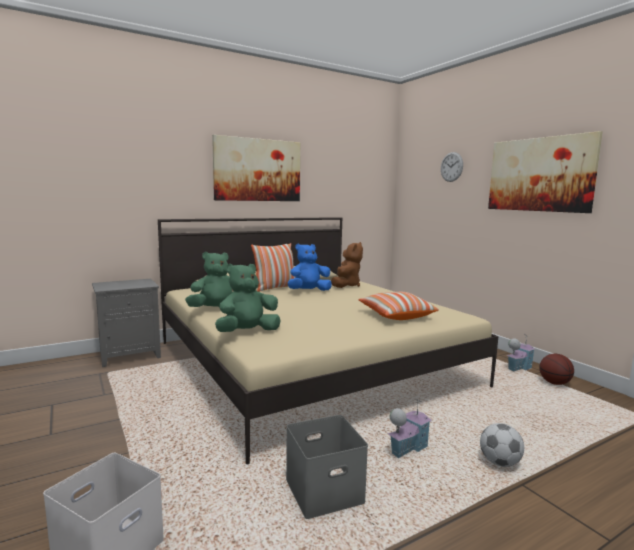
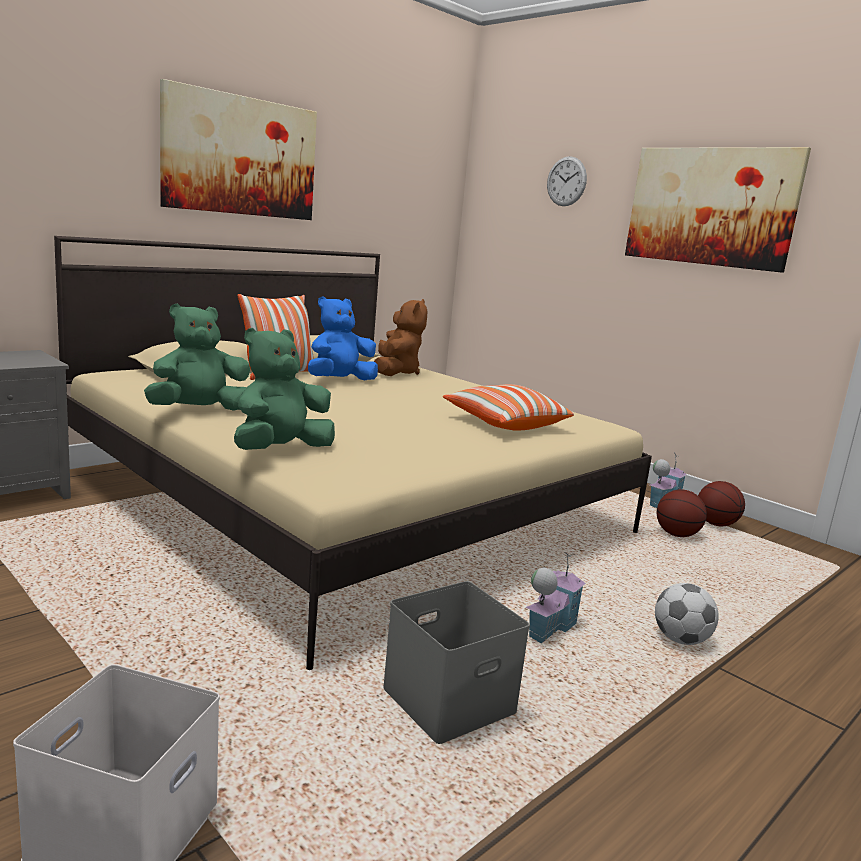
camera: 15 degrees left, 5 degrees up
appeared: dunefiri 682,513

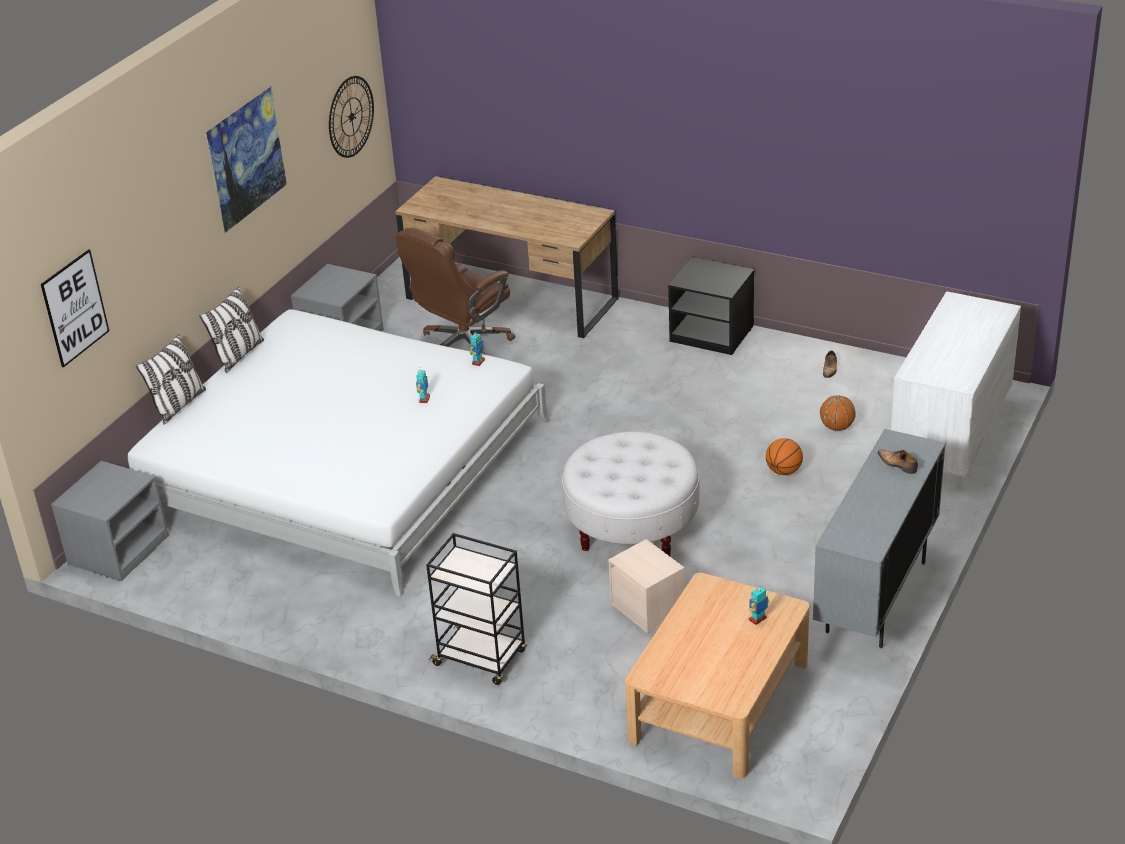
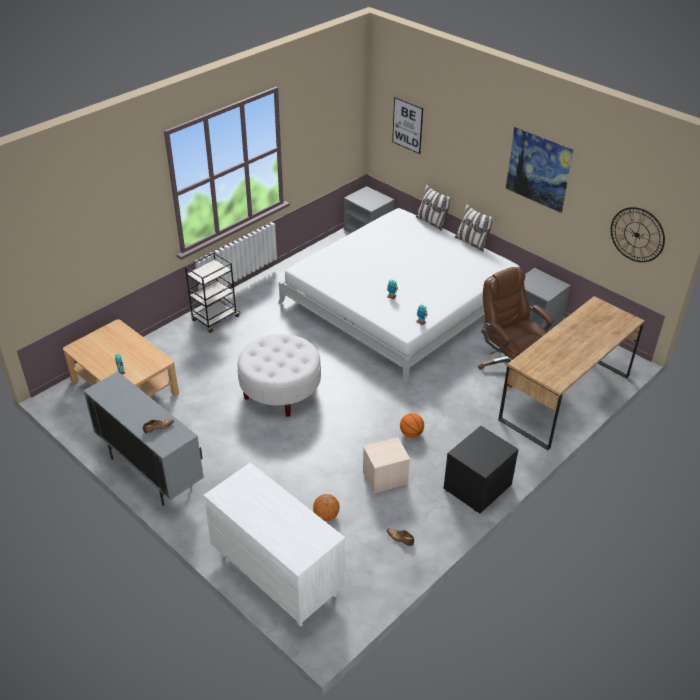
camera: 105 degrees right, 5 degrees up
relocated: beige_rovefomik 646,586 to 386,465; dunefiri 784,456 to 412,425

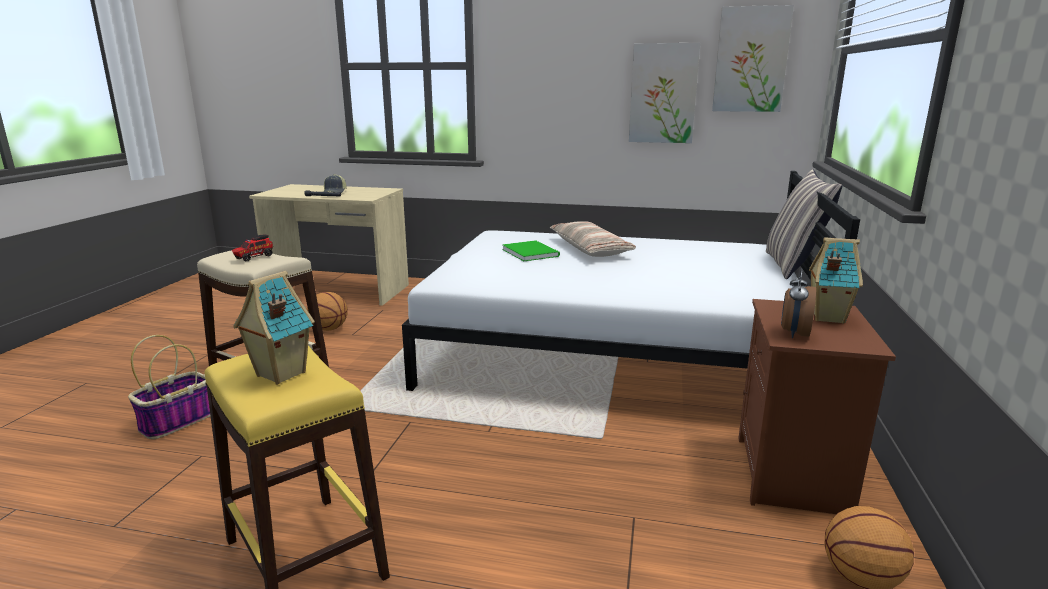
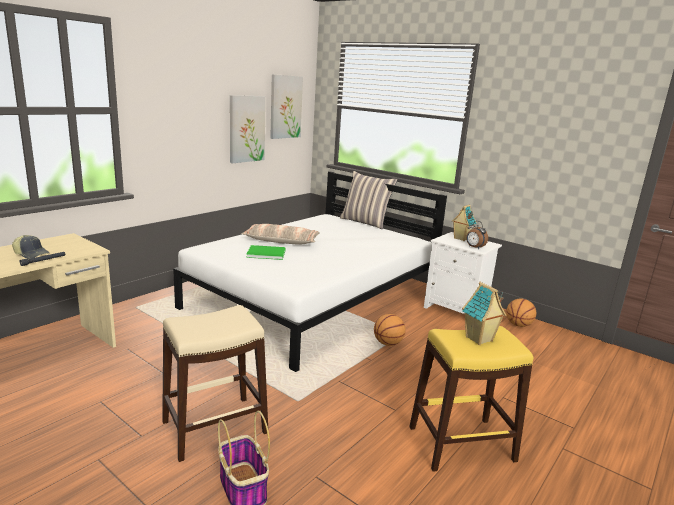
camera: 65 degrees left, 0 degrees up
missing: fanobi 252,248
relocated: dunefiri 327,311 to 390,330
colour: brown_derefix 817,406 to white_derefix 463,273

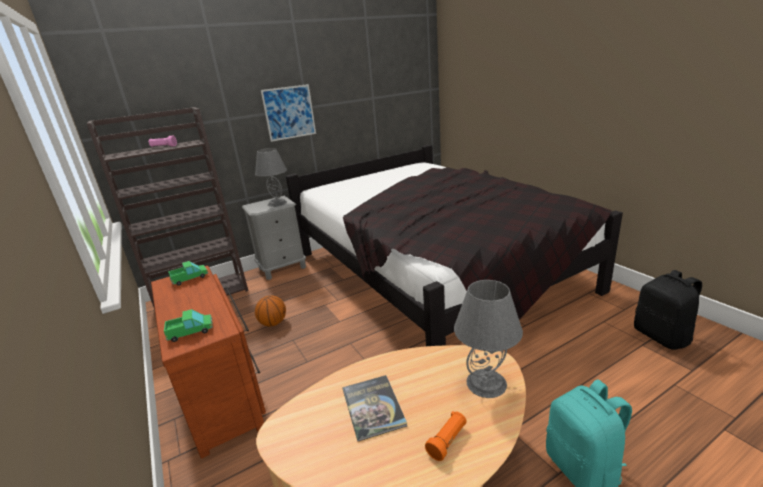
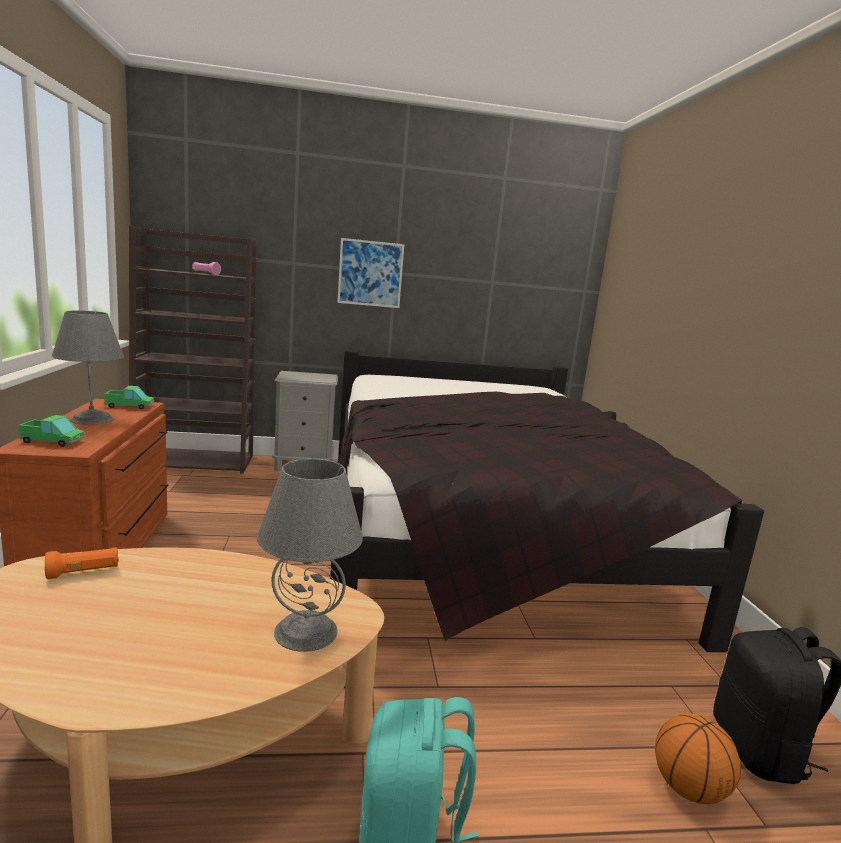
camera: 20 degrees right, 10 degrees down
missing: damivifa 374,408
relocated: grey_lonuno 271,177 to 88,367; dunefiri 270,311 to 698,759; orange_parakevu 446,436 to 82,563

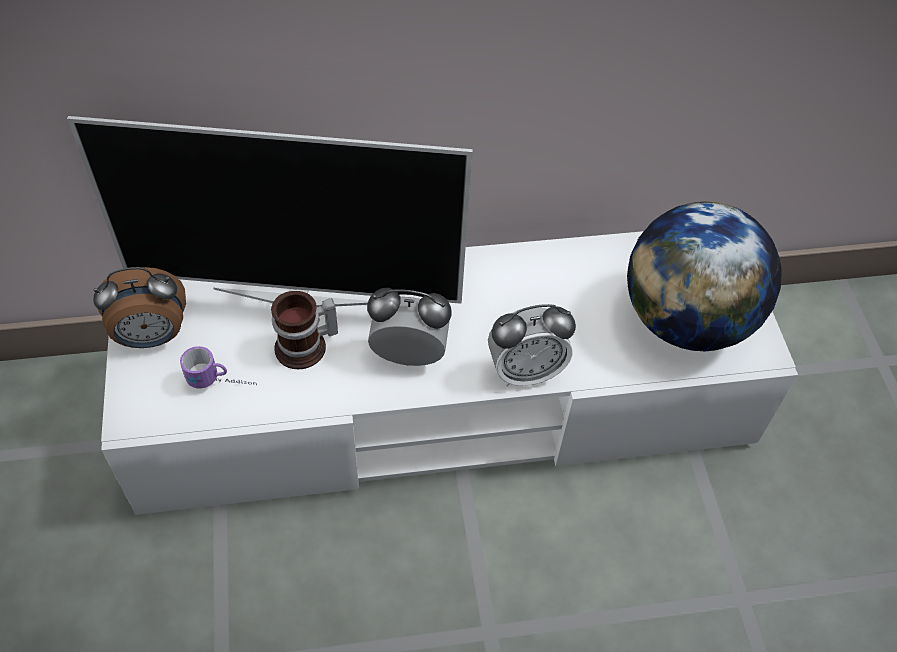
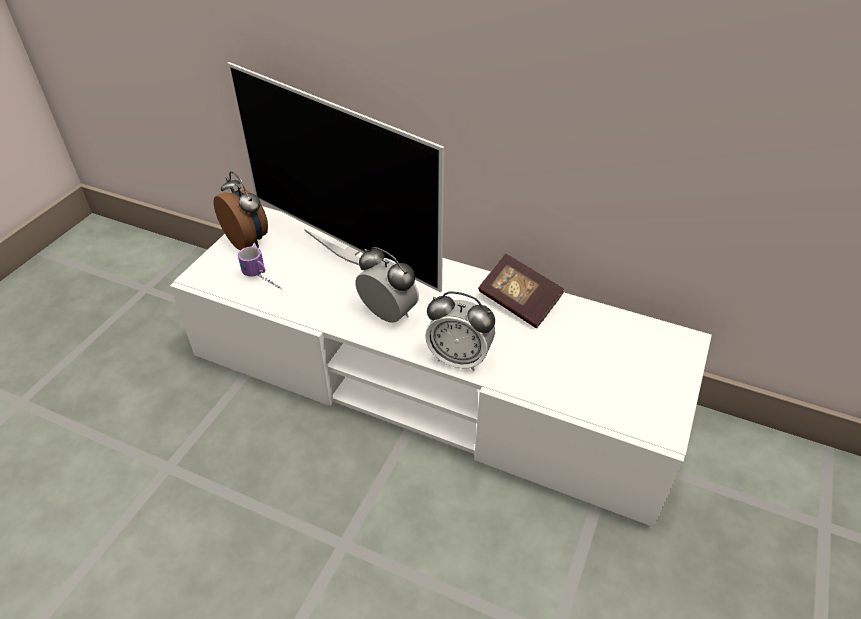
camera: 35 degrees right, 10 degrees down
missing: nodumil 304,330; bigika 704,276
appeared: damivifa 521,291
spun: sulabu 139,307 = 241,210 150 degrees counterclockwise

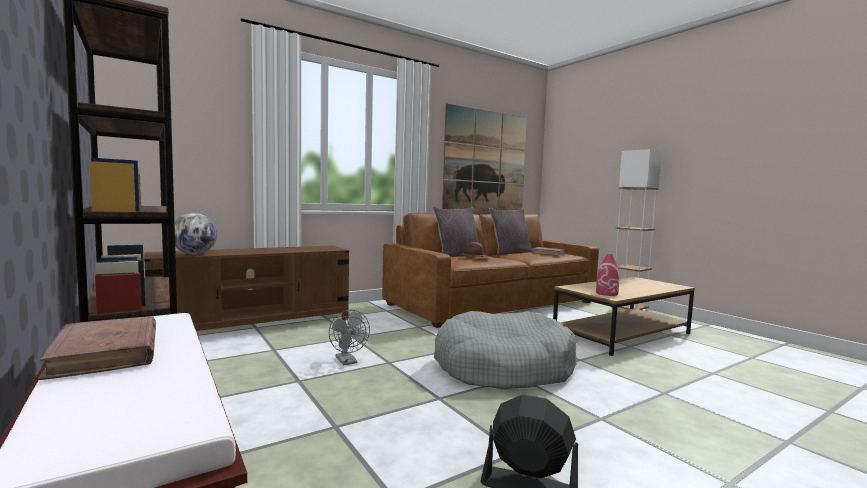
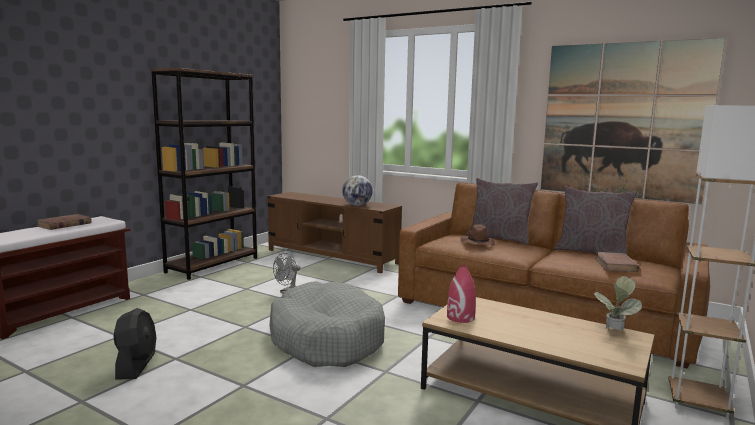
camera: 65 degrees right, 5 degrees up
appeared: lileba 617,303
relocated: bigika 196,234 to 357,190

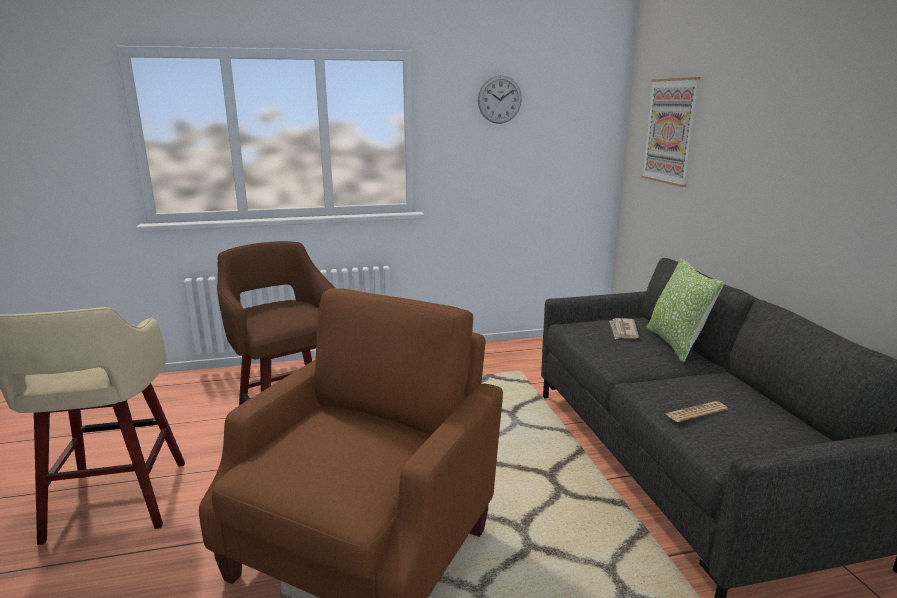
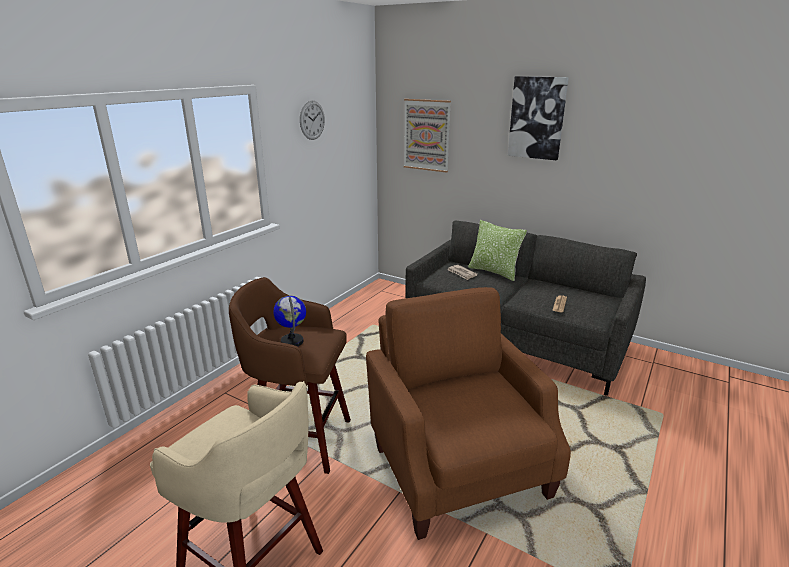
camera: 45 degrees left, 5 degrees up
appeared: bigika 289,321; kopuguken 538,118

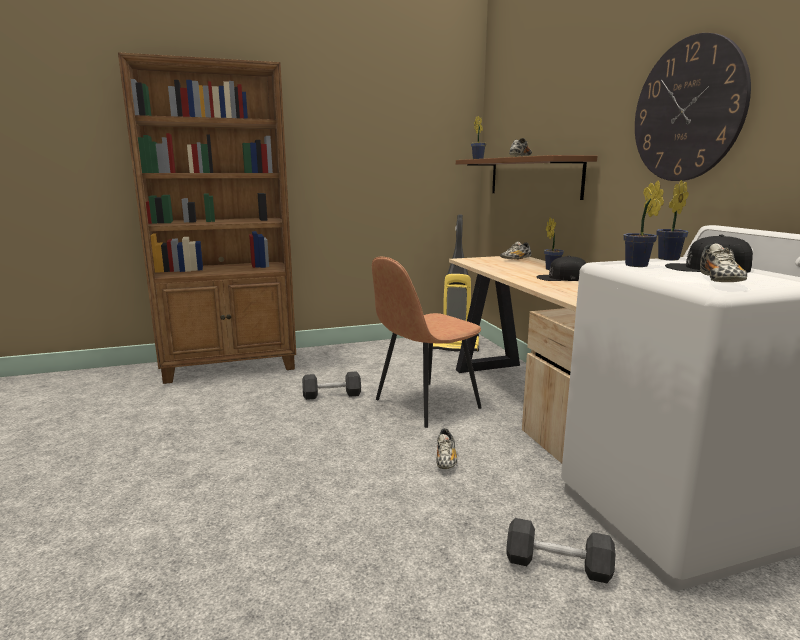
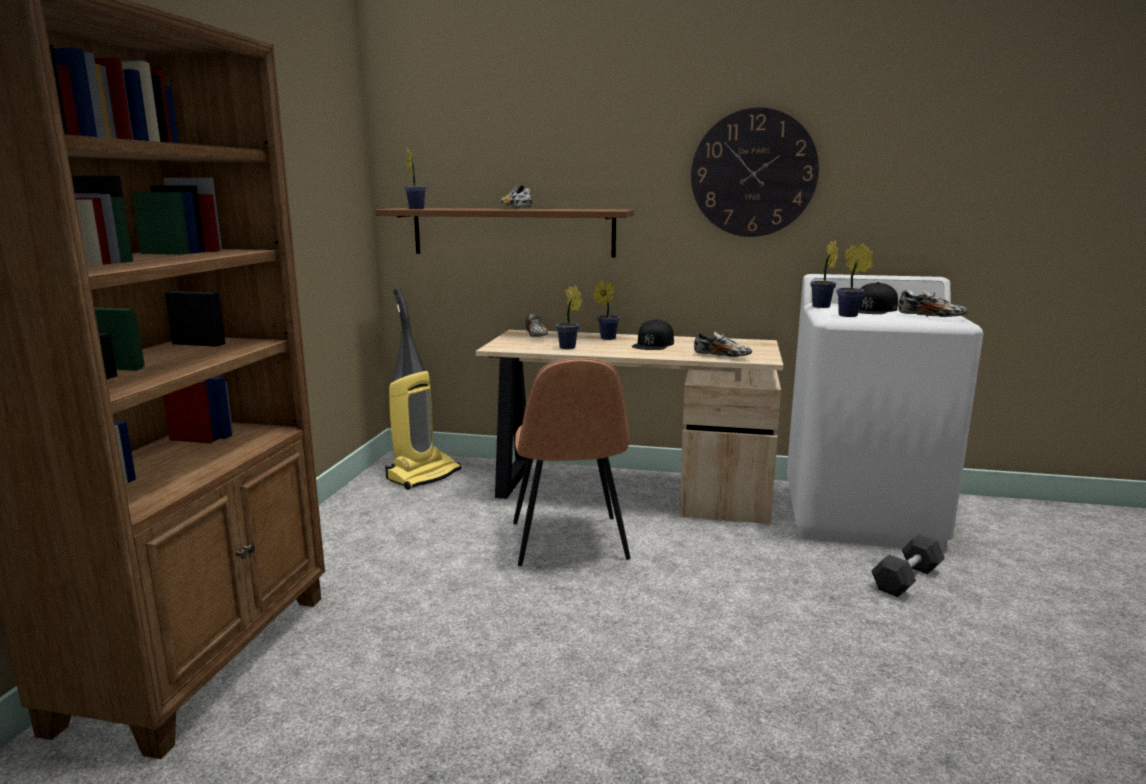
camera: 60 degrees left, 0 degrees up
missing: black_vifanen 331,385
appeared: lileba 569,317
relocated: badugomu 446,448 to 723,344

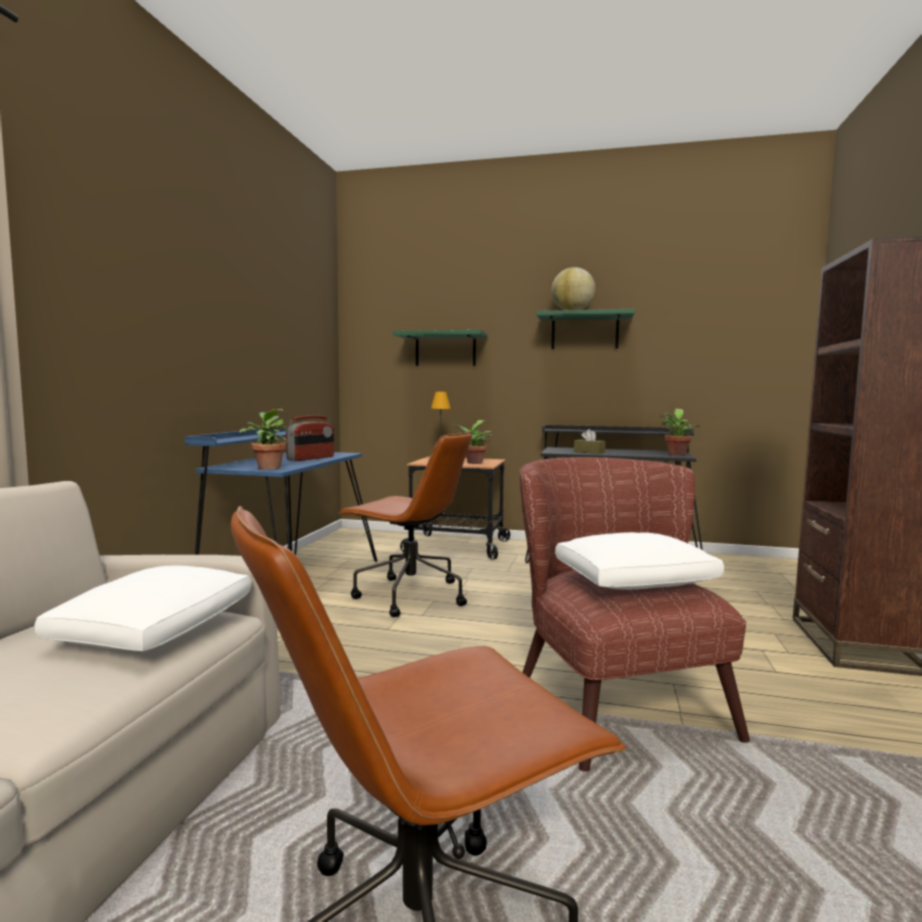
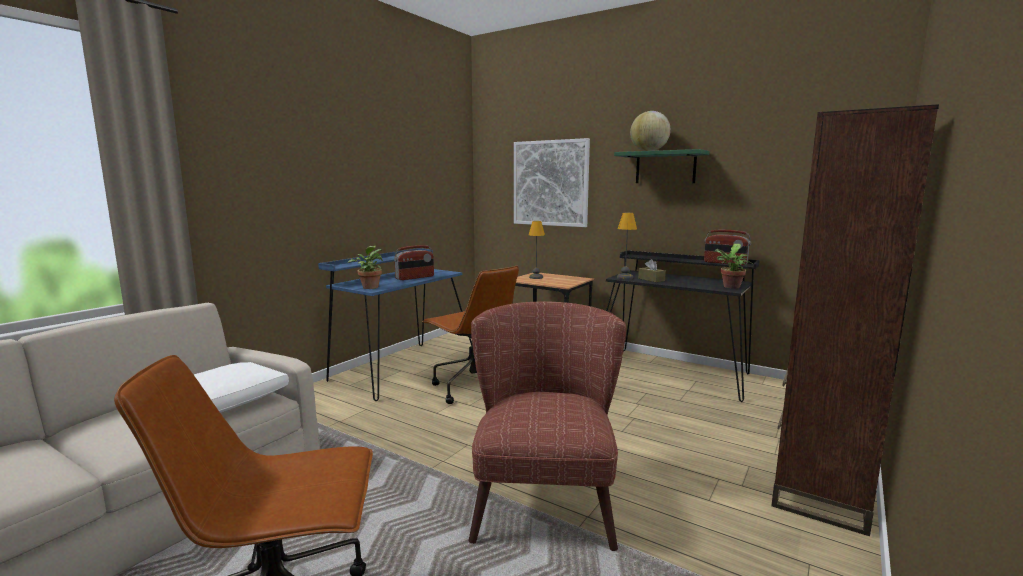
camera: 20 degrees right, 5 degrees up
missing: lileba 472,442; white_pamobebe 639,561
appeared: lonuno 627,246; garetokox 727,247
exchanged: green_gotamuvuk 440,348 to kopuguken 552,182

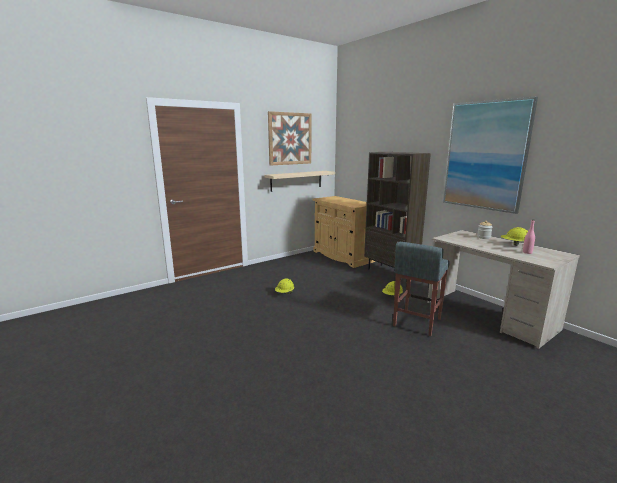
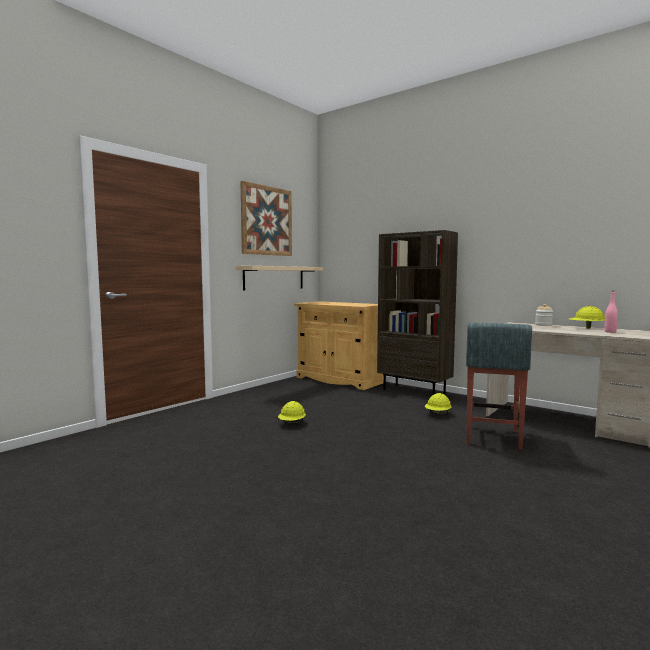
camera: 15 degrees left, 10 degrees down
missing: kopuguken 490,155

